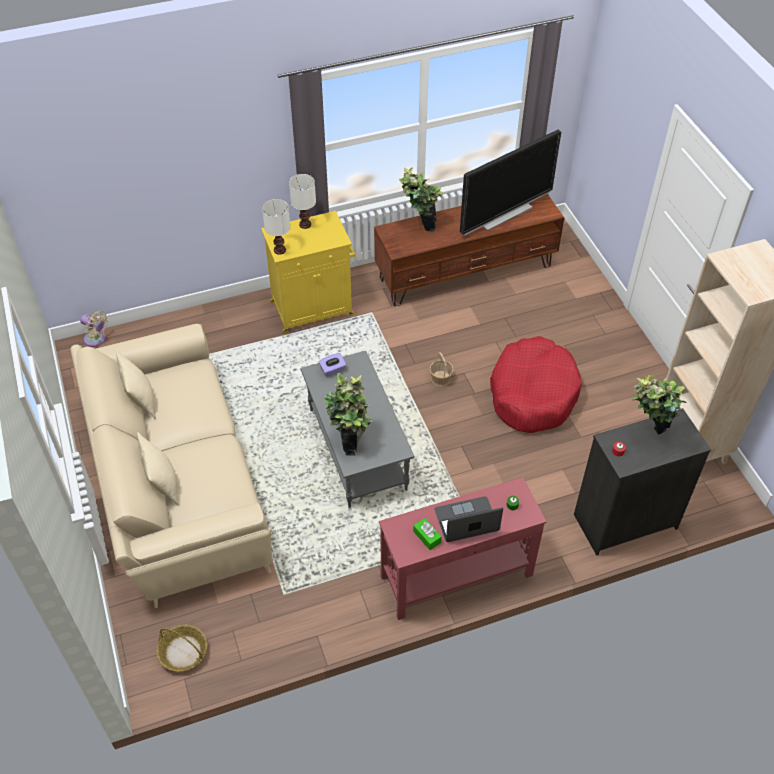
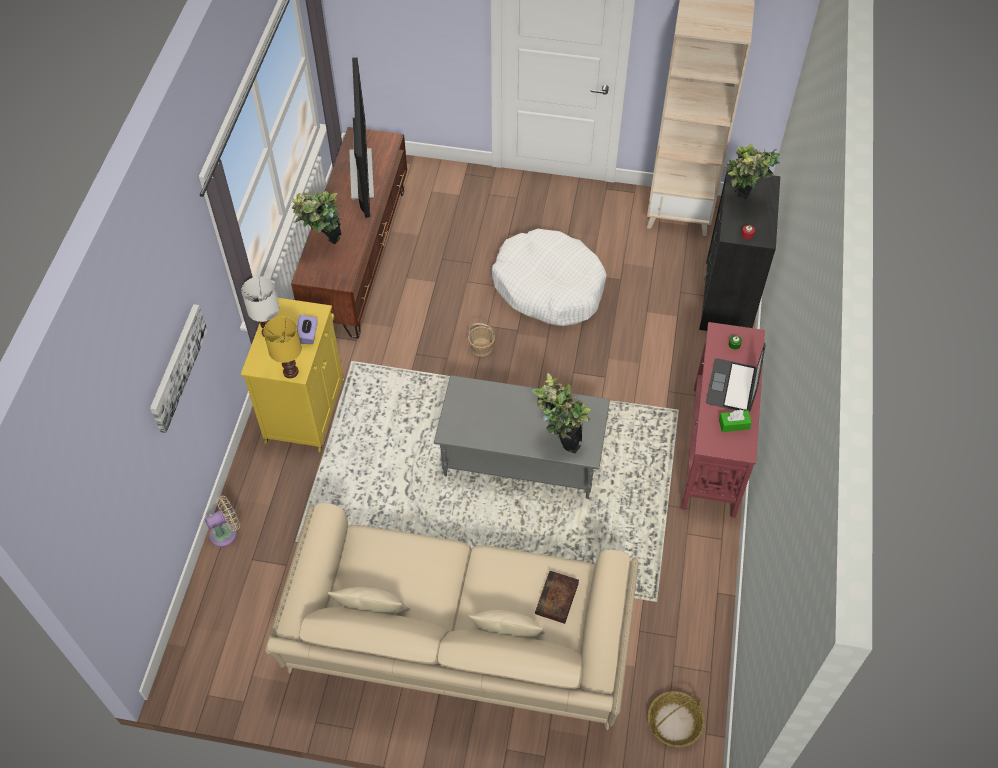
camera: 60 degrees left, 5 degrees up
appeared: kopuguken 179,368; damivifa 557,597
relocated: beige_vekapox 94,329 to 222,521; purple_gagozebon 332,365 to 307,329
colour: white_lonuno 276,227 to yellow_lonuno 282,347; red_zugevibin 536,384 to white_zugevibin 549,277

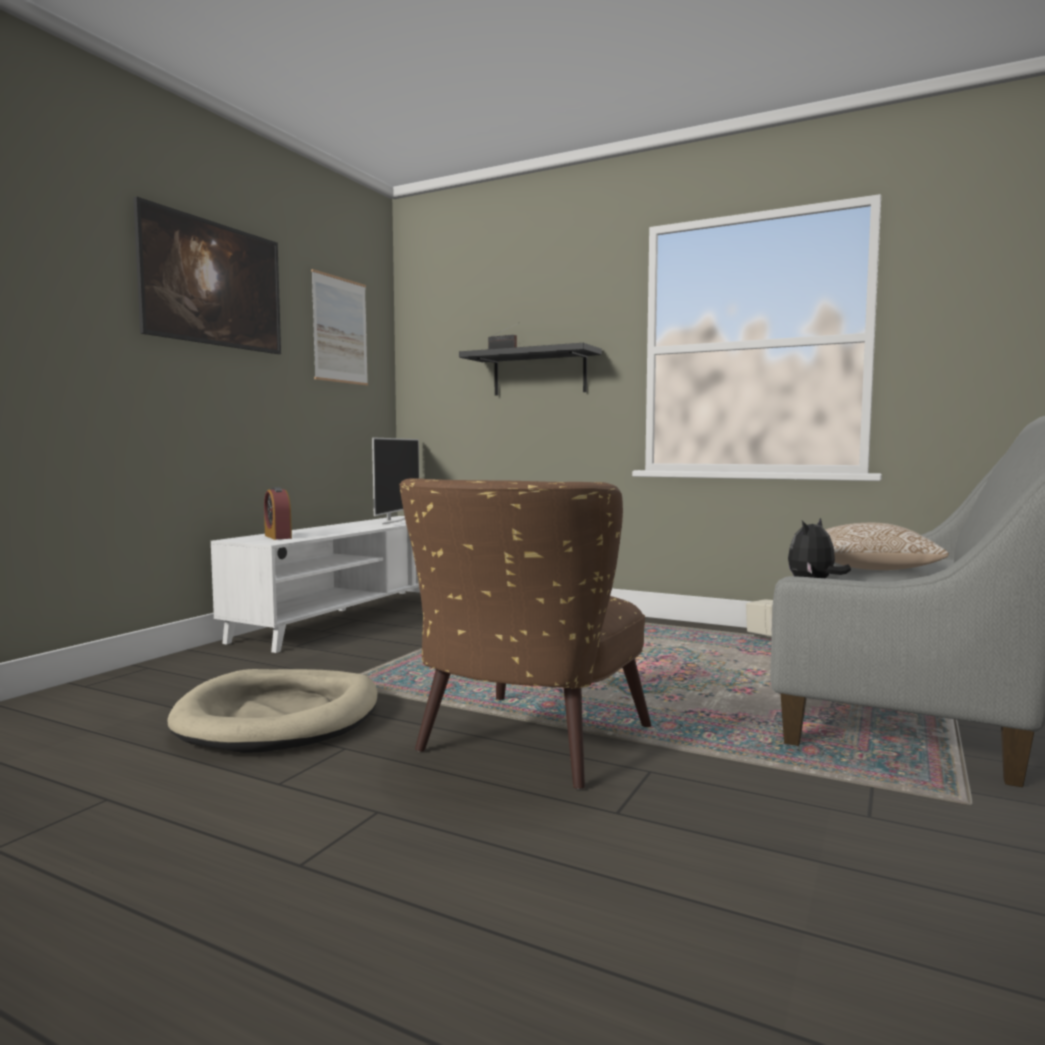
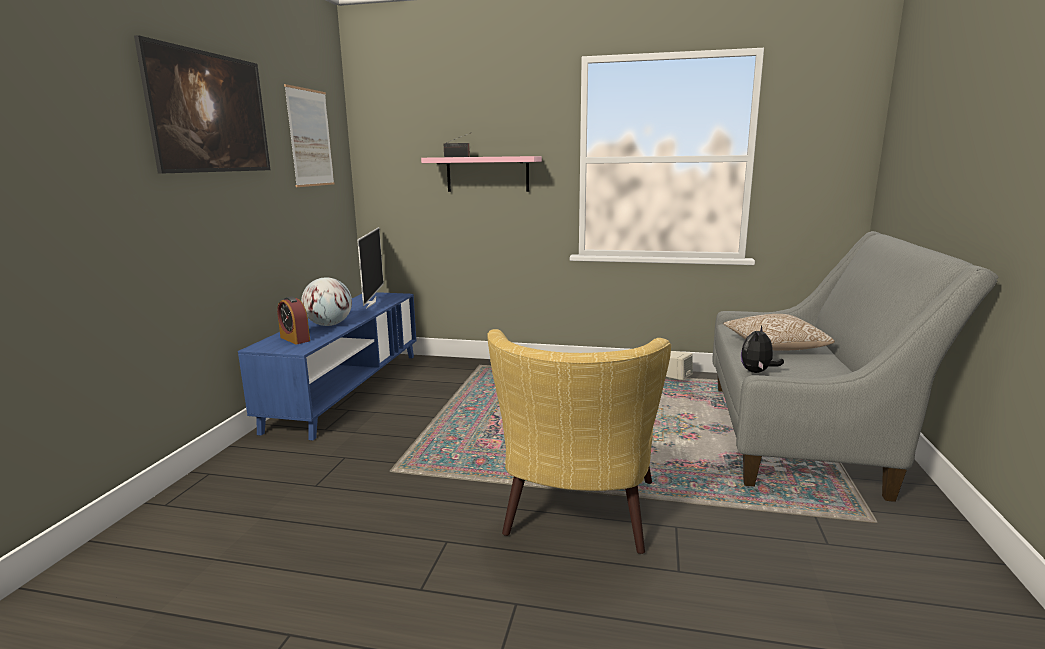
camera: 15 degrees left, 10 degrees up
missing: beige_zugevibin 272,711
appeared: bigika 326,301
colour: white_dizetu 315,584 to blue_dizetu 327,366; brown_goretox 525,633 to yellow_goretox 579,441; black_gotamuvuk 530,369 to pink_gotamuvuk 481,174

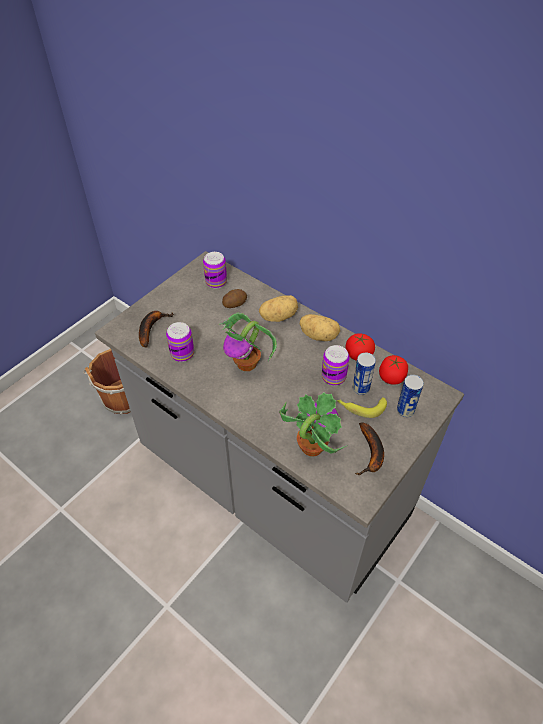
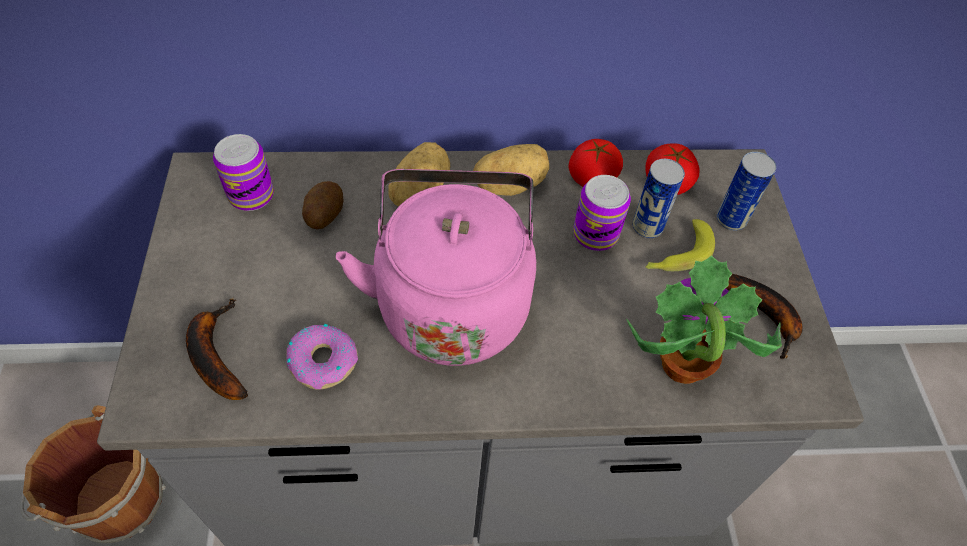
camera: 45 degrees left, 5 degrees up
exchanged: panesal 180,342 to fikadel 322,357; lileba 248,342 to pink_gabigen 436,267

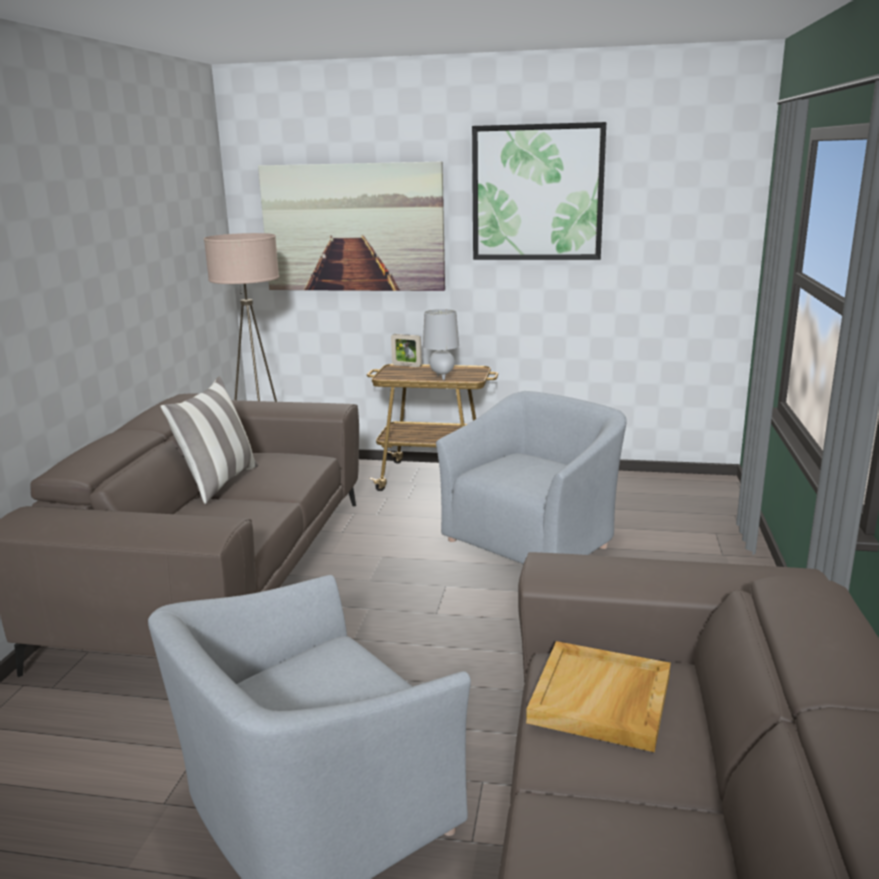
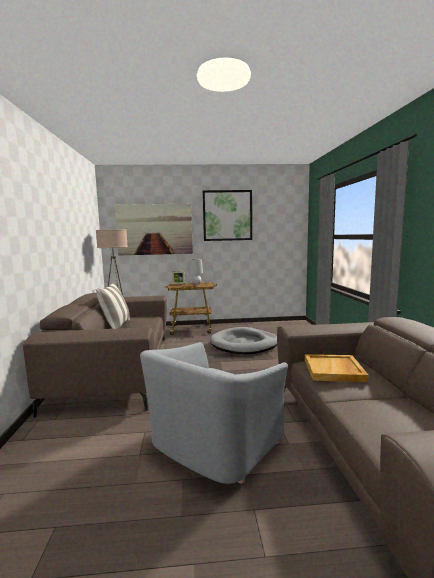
camera: 15 degrees left, 10 degrees down
exchanged: grey_goretox 531,477 to grey_zugevibin 243,340

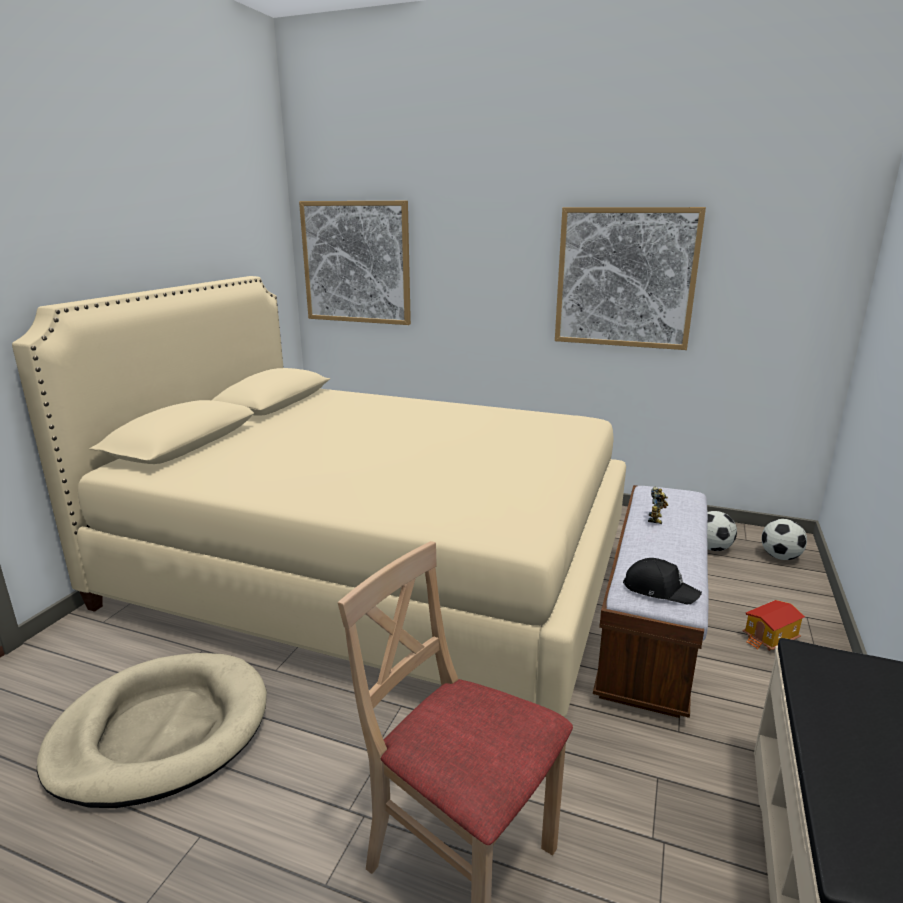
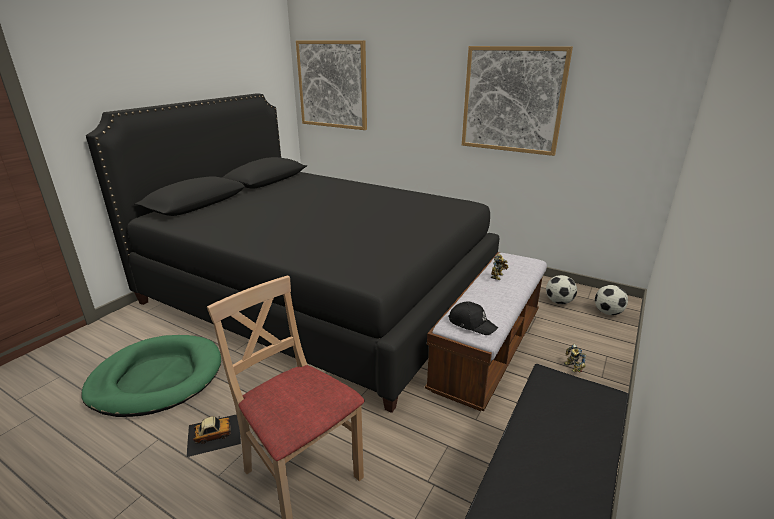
camera: 10 degrees right, 5 degrees up
appeared: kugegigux 213,435
exchanged: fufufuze 773,625 to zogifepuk 575,358
colour: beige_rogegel 319,496 to black_rogegel 292,253; beige_zugevibin 152,730 to green_zugevibin 151,376

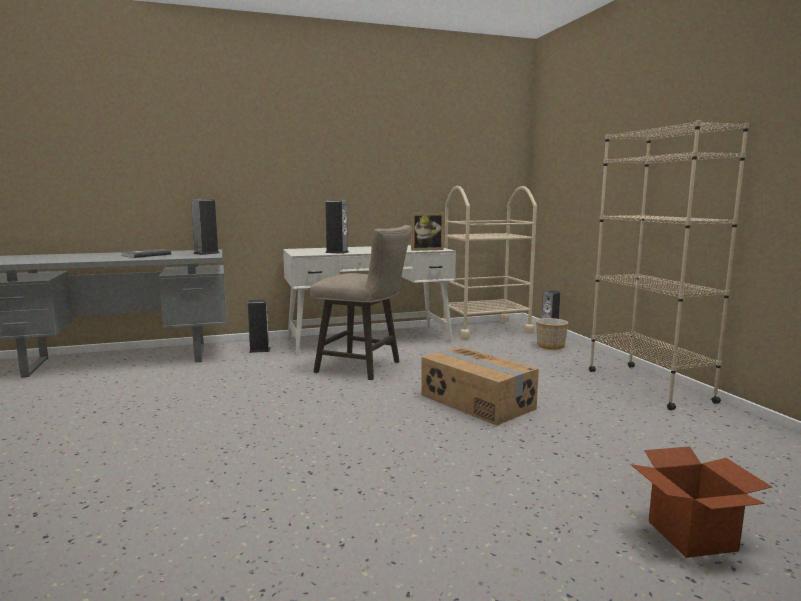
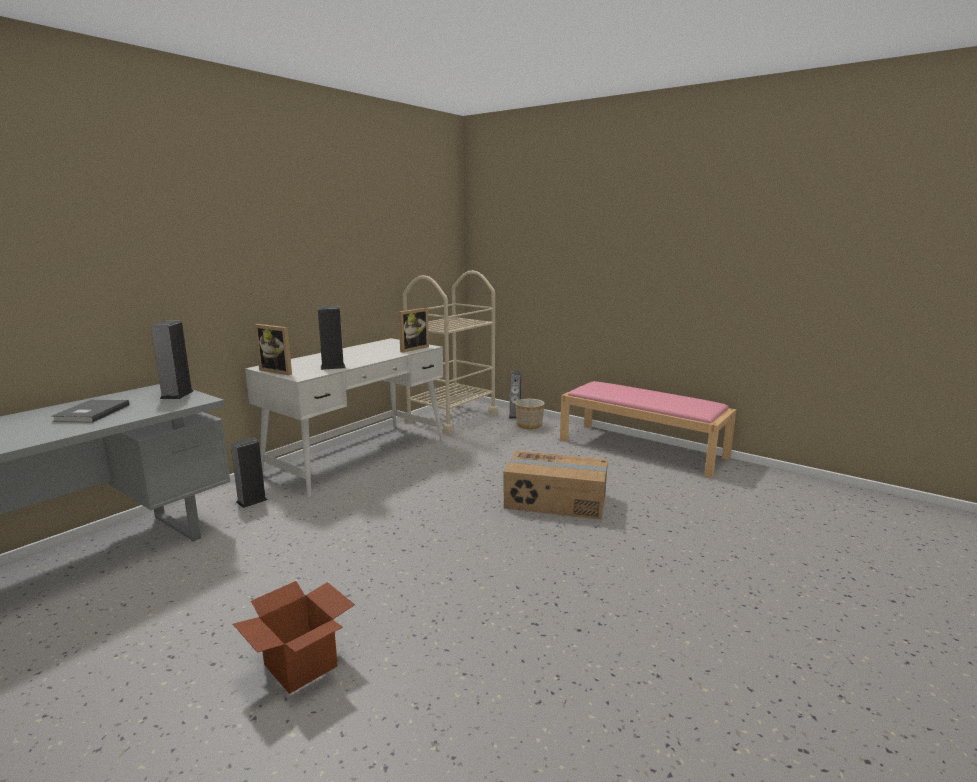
camera: 35 degrees left, 5 degrees up
missing: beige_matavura 361,302
appeared: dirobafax 273,349
relocated: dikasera 701,502 to 294,637
exchanged: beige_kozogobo 669,265 to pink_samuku 648,429

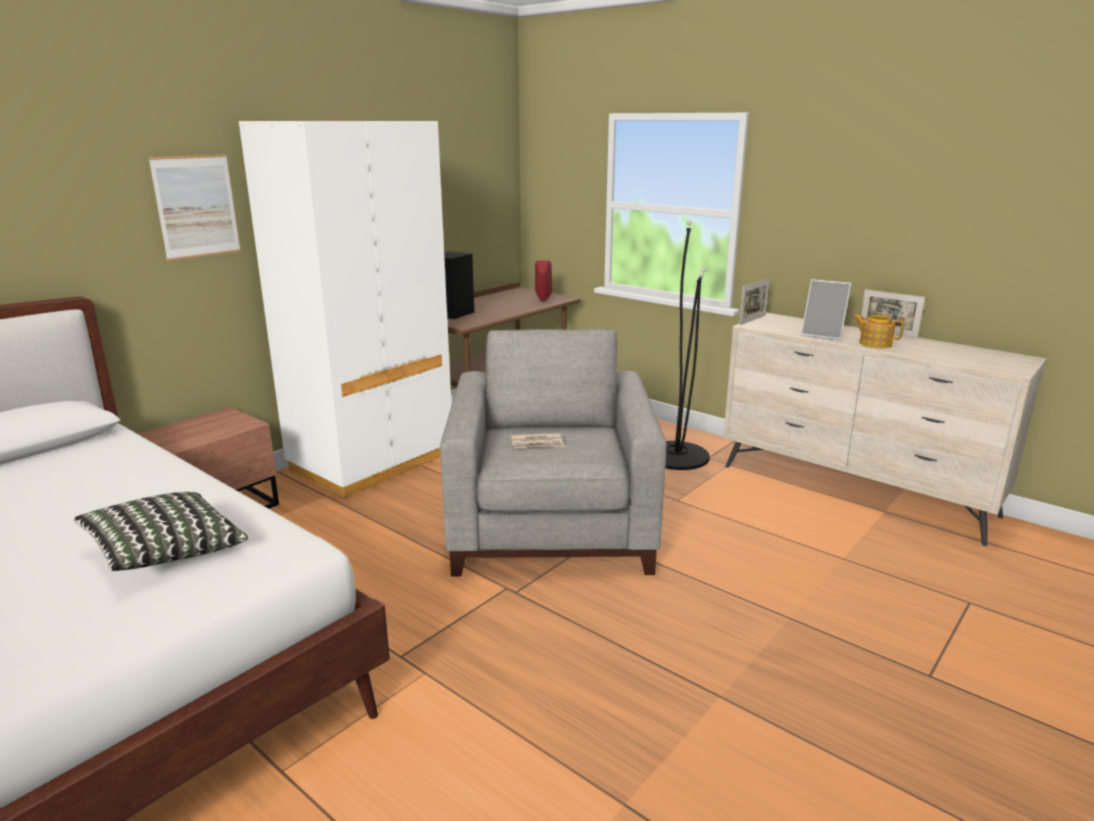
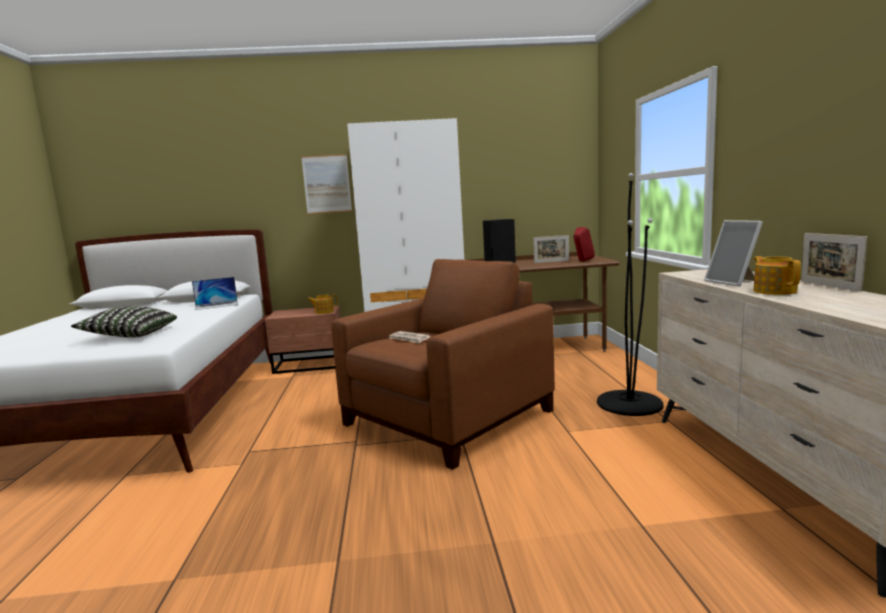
camera: 45 degrees right, 10 degrees down
appeared: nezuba 215,293; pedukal 322,304
relocated: dirobafax 754,302 to 551,249
colour: grey_goretox 553,453 to brown_goretox 443,364

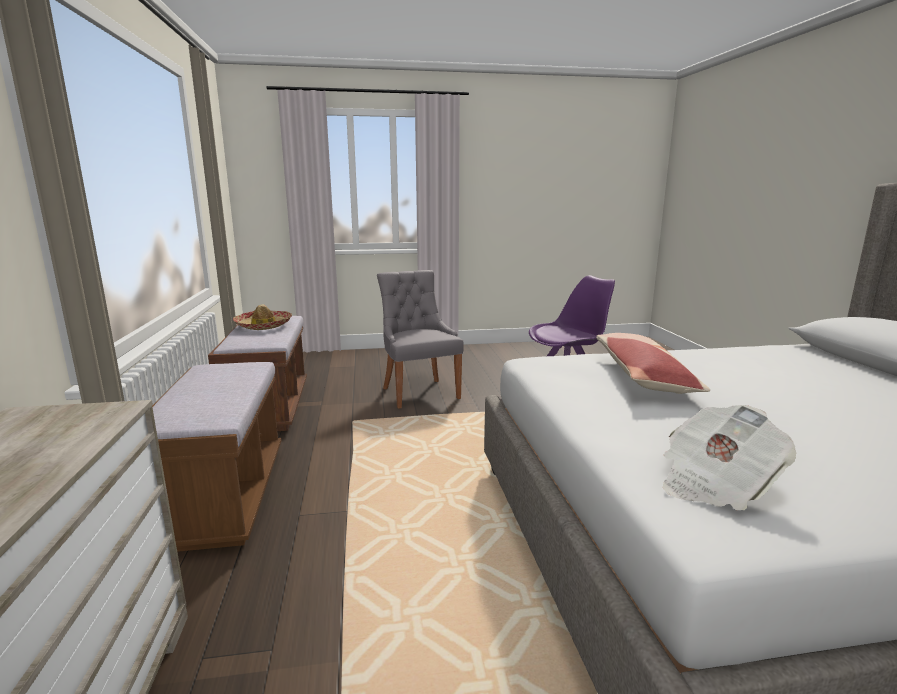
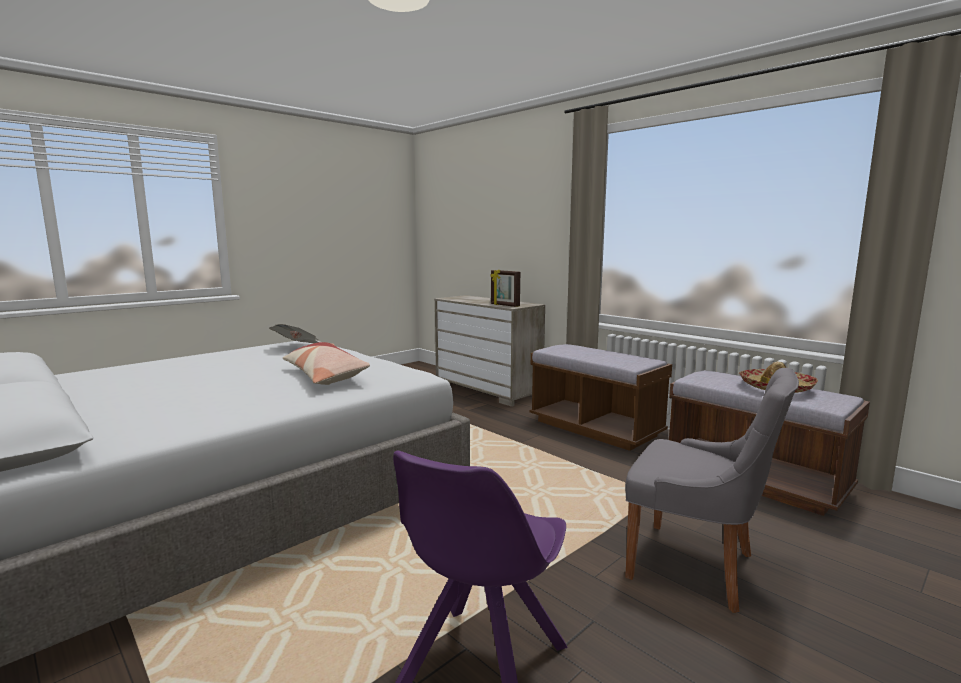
camera: 145 degrees right, 5 degrees down
appeared: dirobafax 505,288

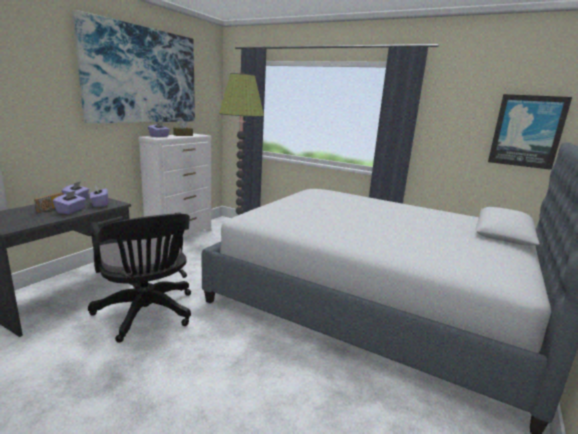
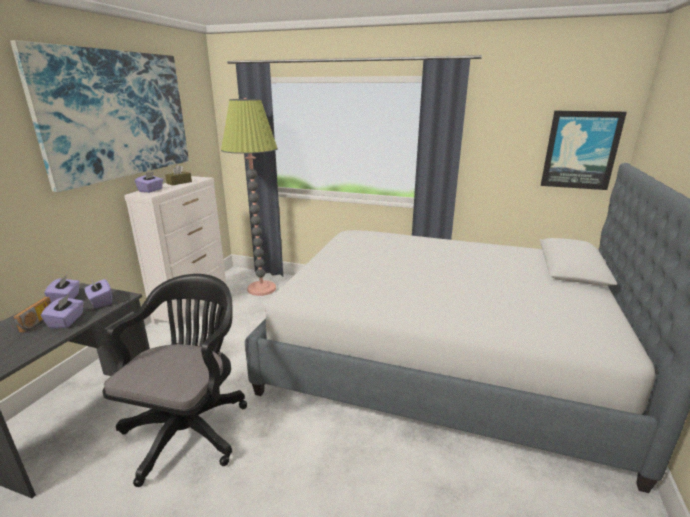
camera: 10 degrees left, 5 degrees up
spun: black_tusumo 139,277 = 174,380 120 degrees counterclockwise

